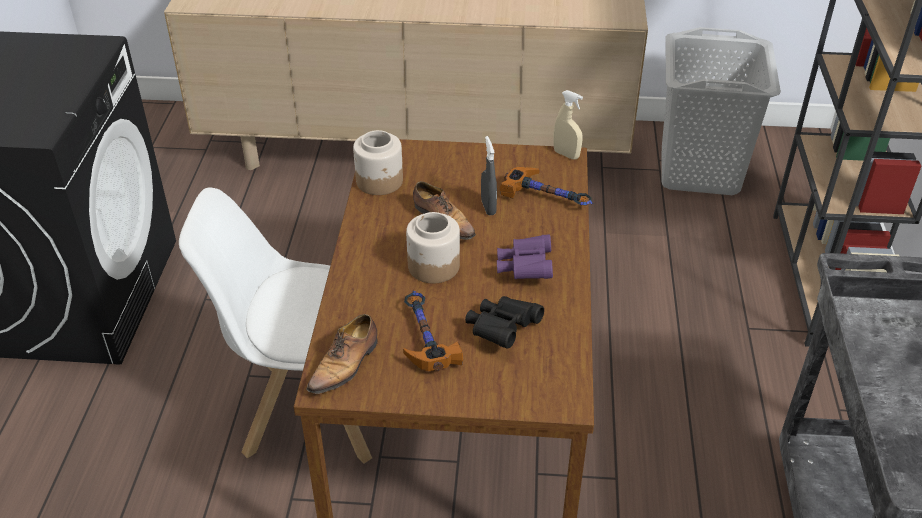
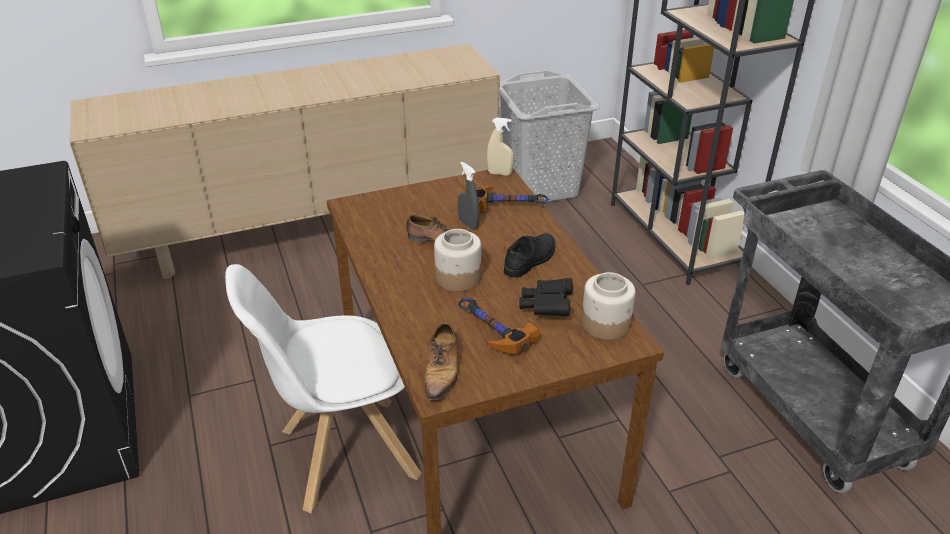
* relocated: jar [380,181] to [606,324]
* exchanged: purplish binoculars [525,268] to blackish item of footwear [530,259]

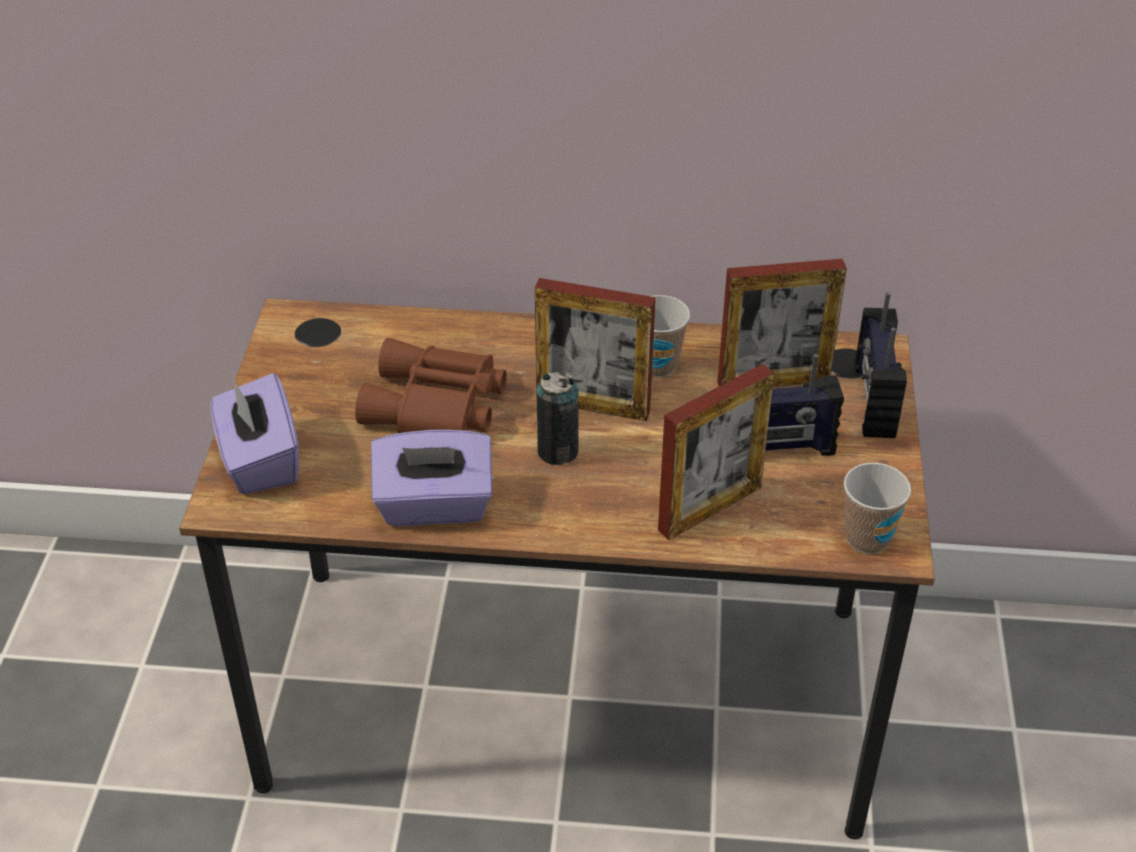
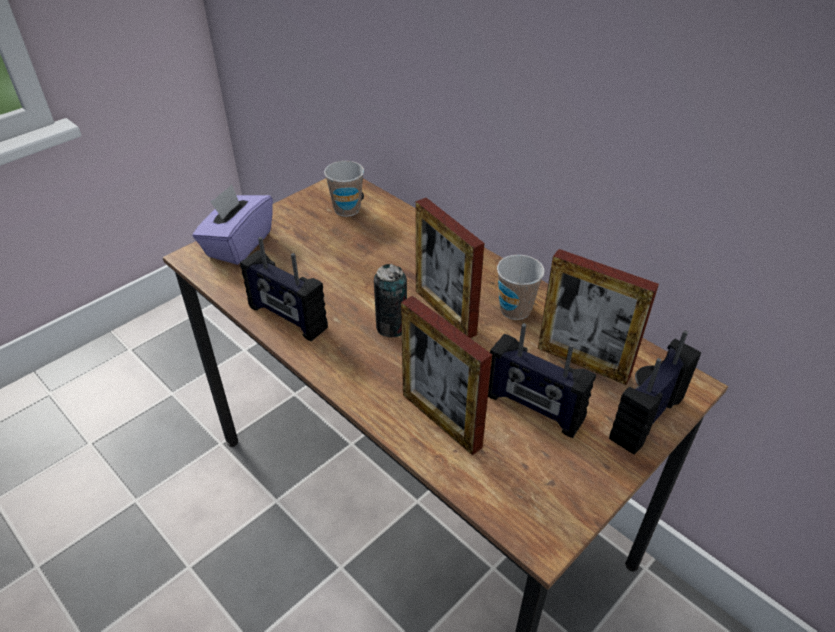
* missing: brown binoculars [436,407]
* spun: standing frame [710,508] = [441,420] 45 degrees clockwise
* exchanged: purplish box of tissues [434,506] to radio set [287,318]
* relocated: cup [867,538] to [347,209]

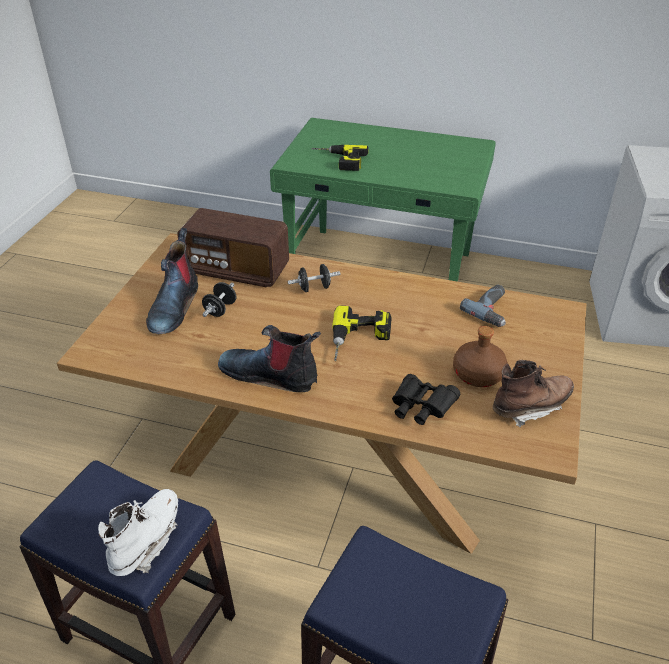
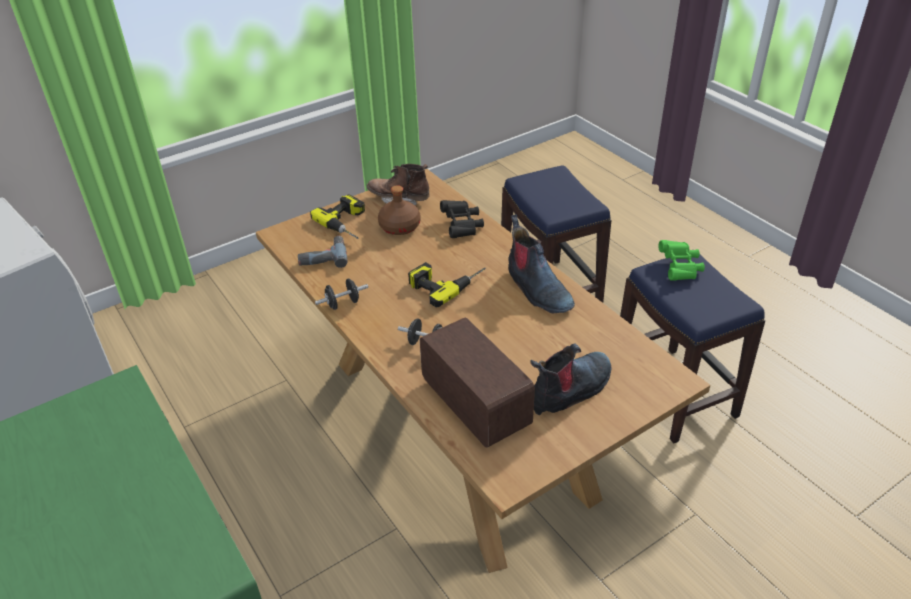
* relocated: drill [338,161] to [349,223]
* relocated: blackish free weight [220,309] to [343,303]
* exchanged: white-coloured boot [146,541] to greenish binoculars [680,268]

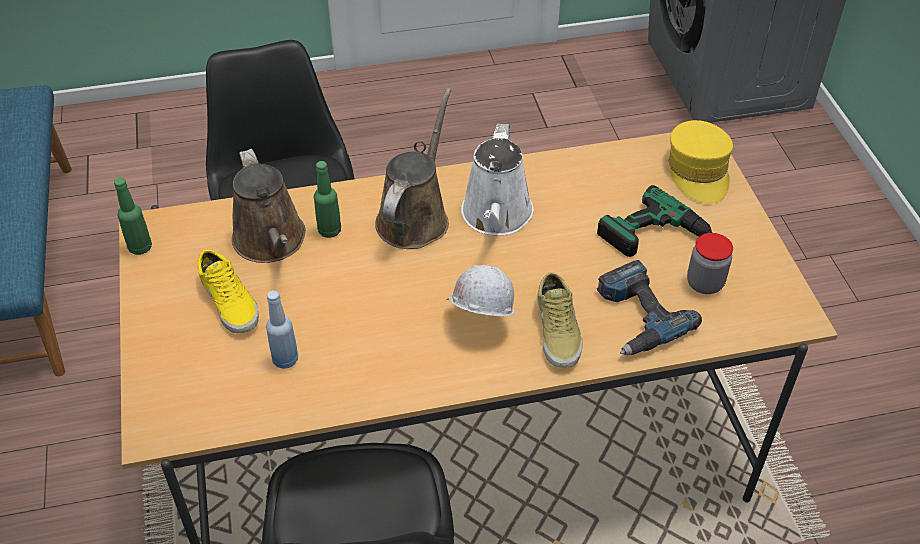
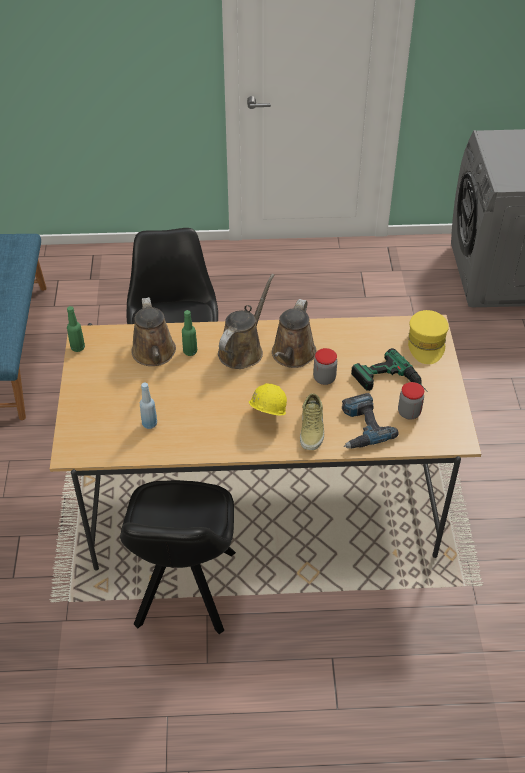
* colour: white-coloured watering pot [496,216] to brown watering pot [292,355]
* missing: yellow item of footwear [231,301]
* colour: white-coloured work helmet [479,323] to yellow work helmet [266,418]
* appeared: jar [324,378]

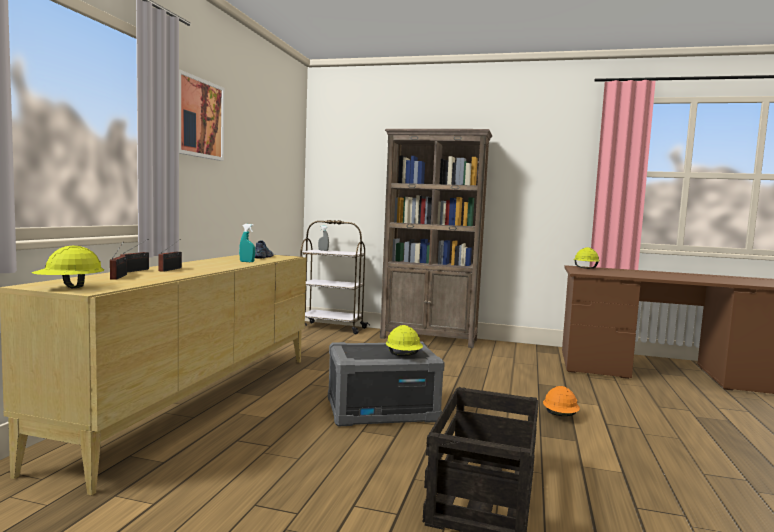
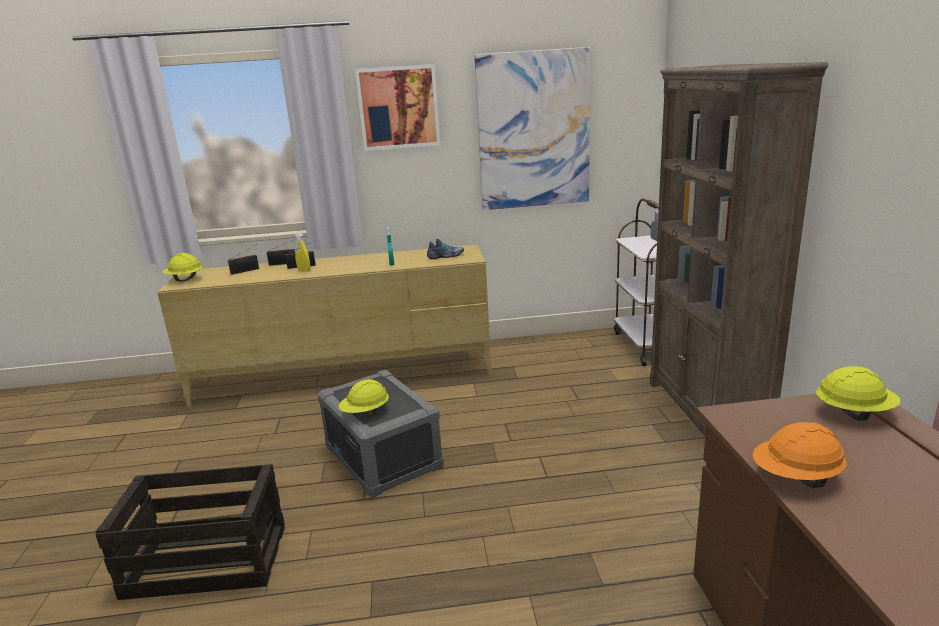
* relocated: orange work helmet [560,416] to [796,478]
* appeared: wall picture [533,130]
* appeared: yellow hand sprayer [304,270]

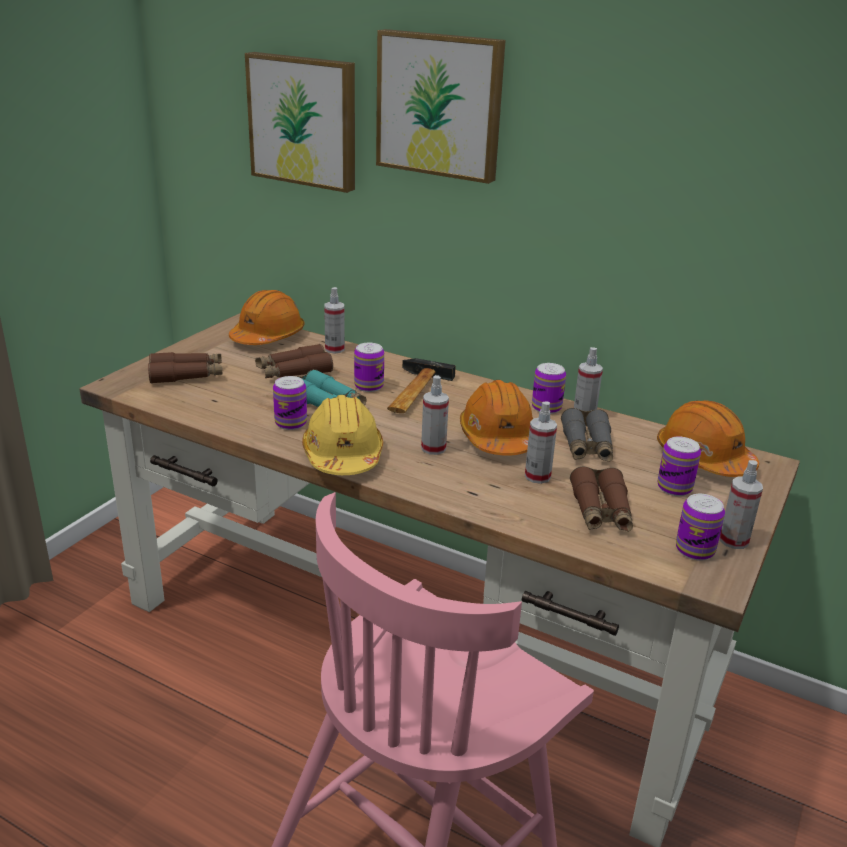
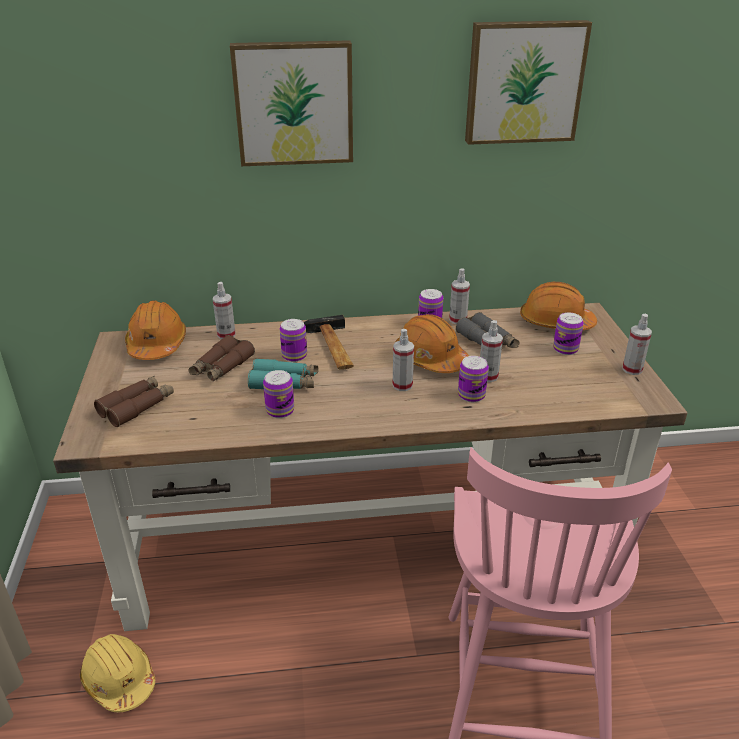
* relocated: wall picture [304,121] to [523,82]
* relocated: yellow work helmet [343,455] to [119,680]
* missing: brown binoculars [601,511]
* relocated: sealed can [694,550] to [471,395]

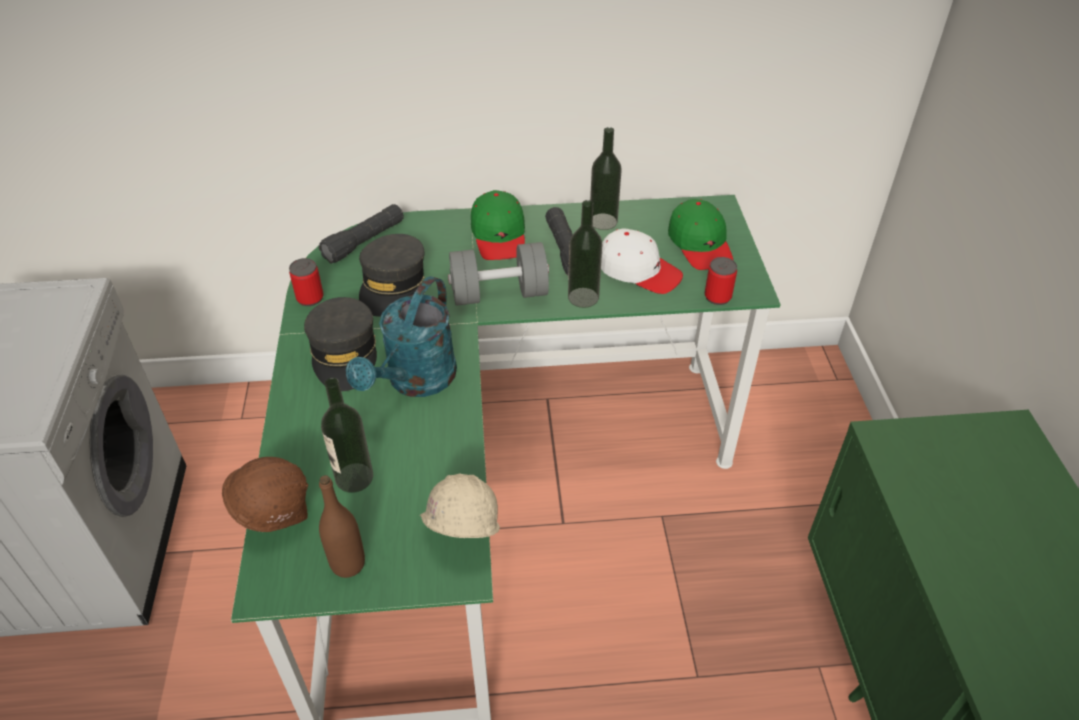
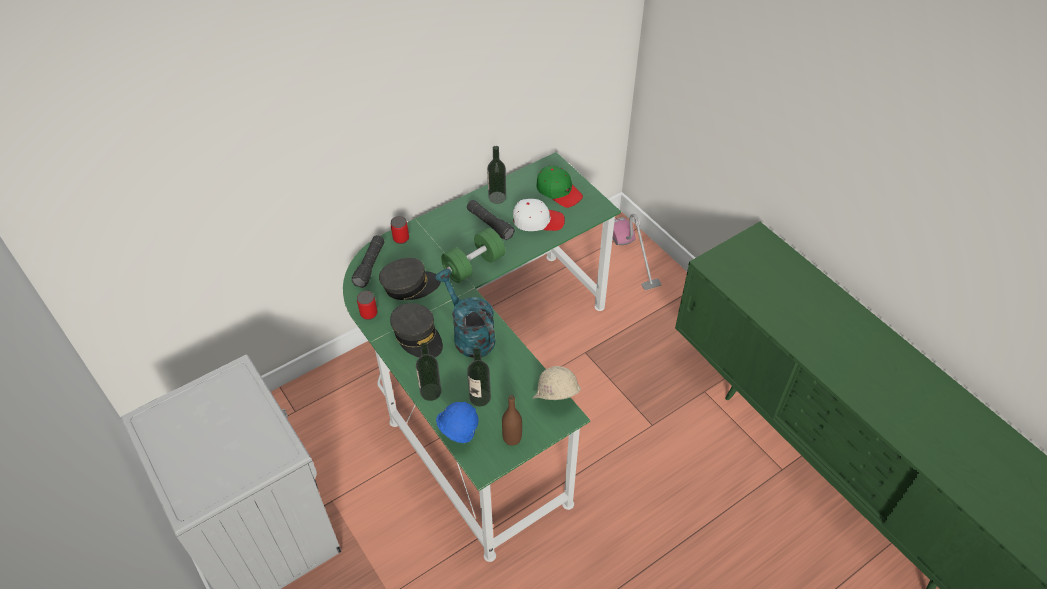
* missing: greenish cap [499,235]
* relocated: drink bottle [583,297] to [430,392]
* spun: greyish cap [392,285] = [410,285] 90 degrees counterclockwise
* colour: greyish free weight [499,294] to greenish free weight [474,265]
* relocated: sealed can [717,297] to [401,238]
* spun: turquoise-coloured watering pot [415,382] = [469,335] 150 degrees clockwise
* colour: brown work helmet [276,517] to blue work helmet [458,434]
* appeared: vacuum [633,256]

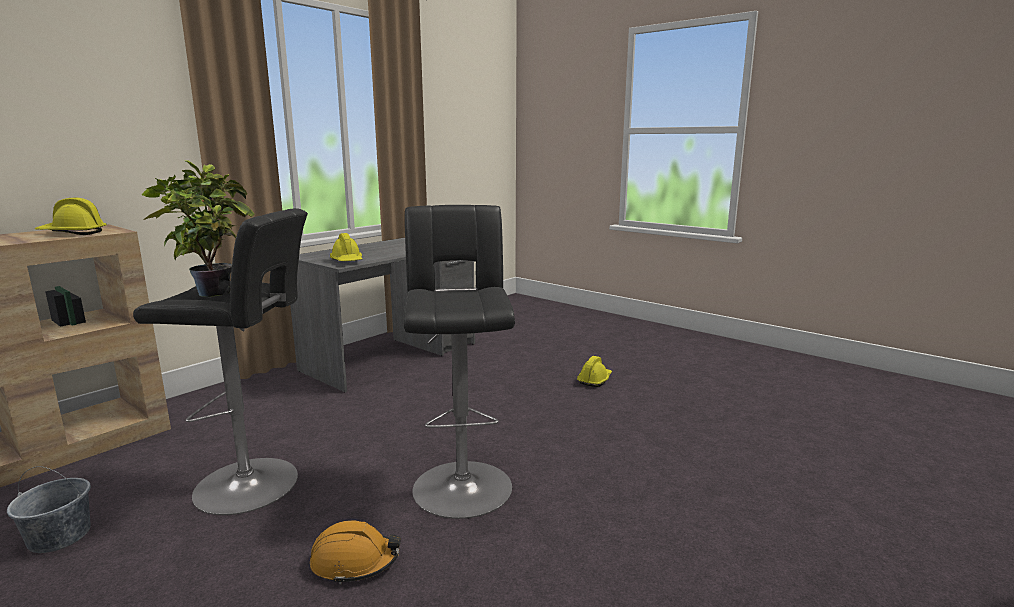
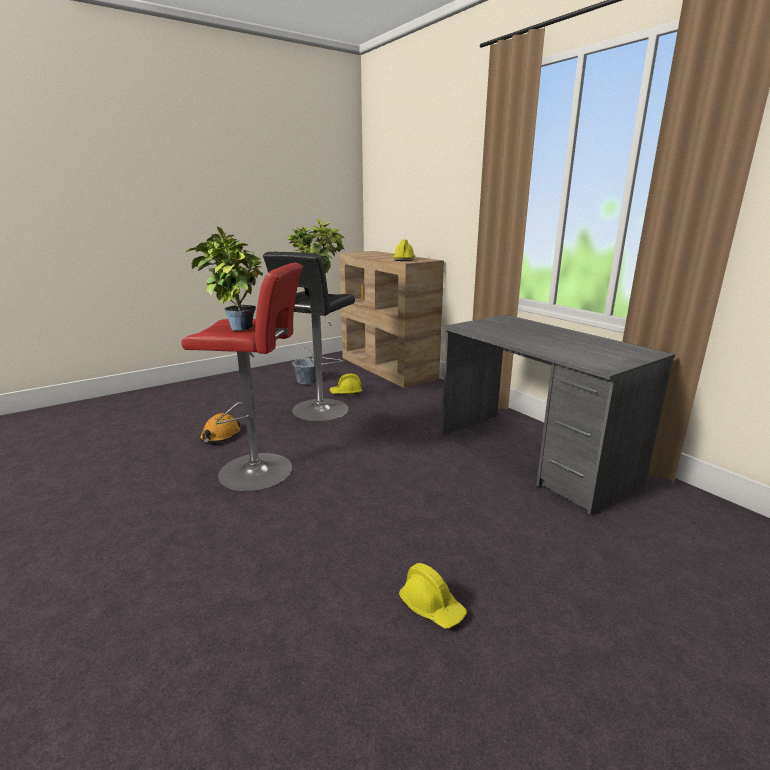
* colour: blackish stool seat [461,483] to red stool seat [261,471]
* relocated: yellow work helmet [347,261] to [346,392]
* appeared: houseplant [235,328]

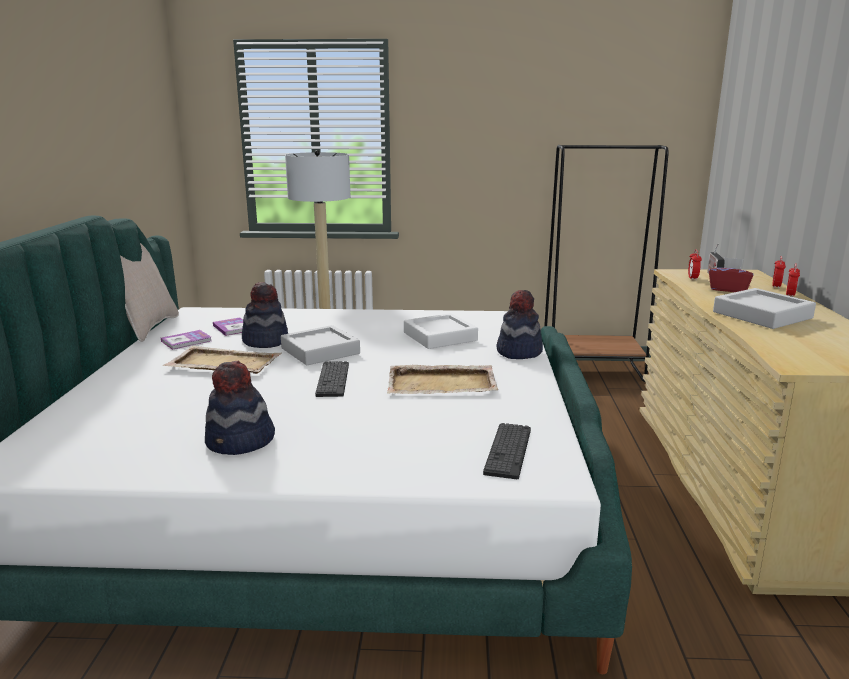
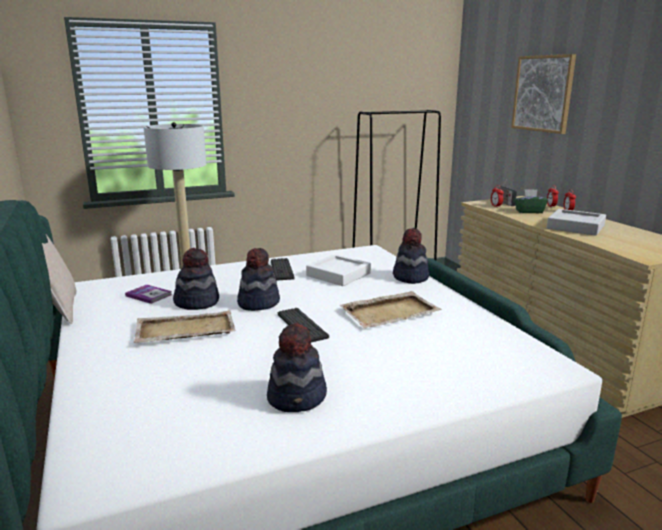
* colour: red box of tissues [728,289] to greenish box of tissues [529,211]
* exchanged: greyish carrying tray [320,351] to hat [258,303]
* missing: book [186,341]
* relocated: PC keyboard [508,451] to [282,270]
* appeared: wall picture [543,93]

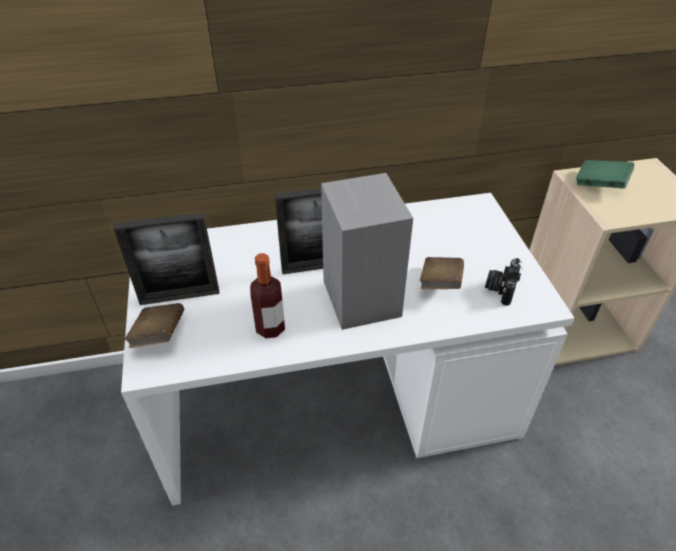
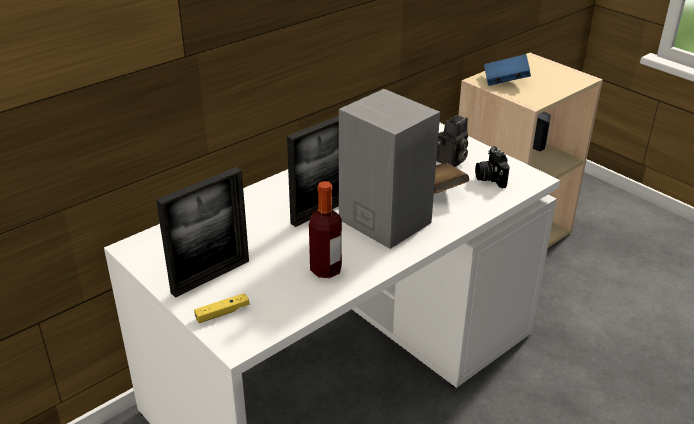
* colour: greenish book [600,184] to blue book [505,80]
* exchanged: brown book [159,335] to yellow gamepad [222,313]
* appeared: photo camera [451,161]

